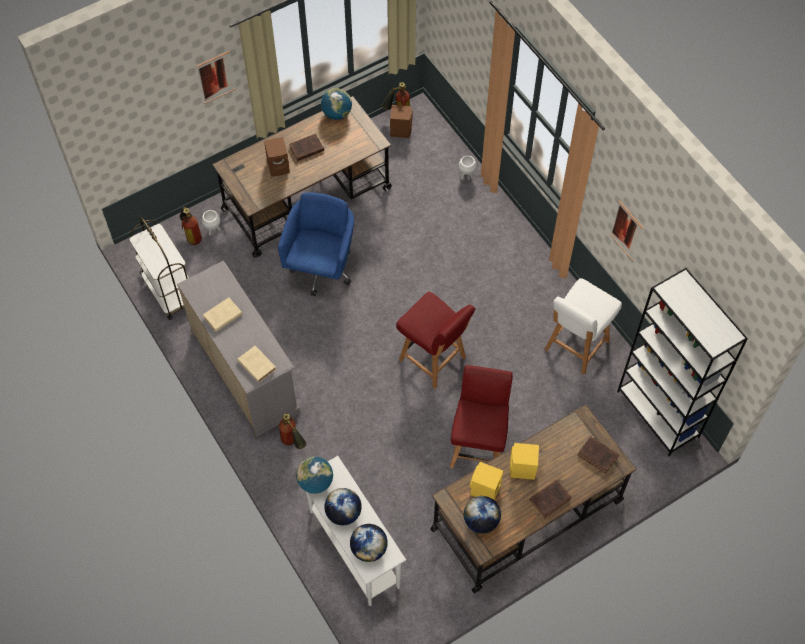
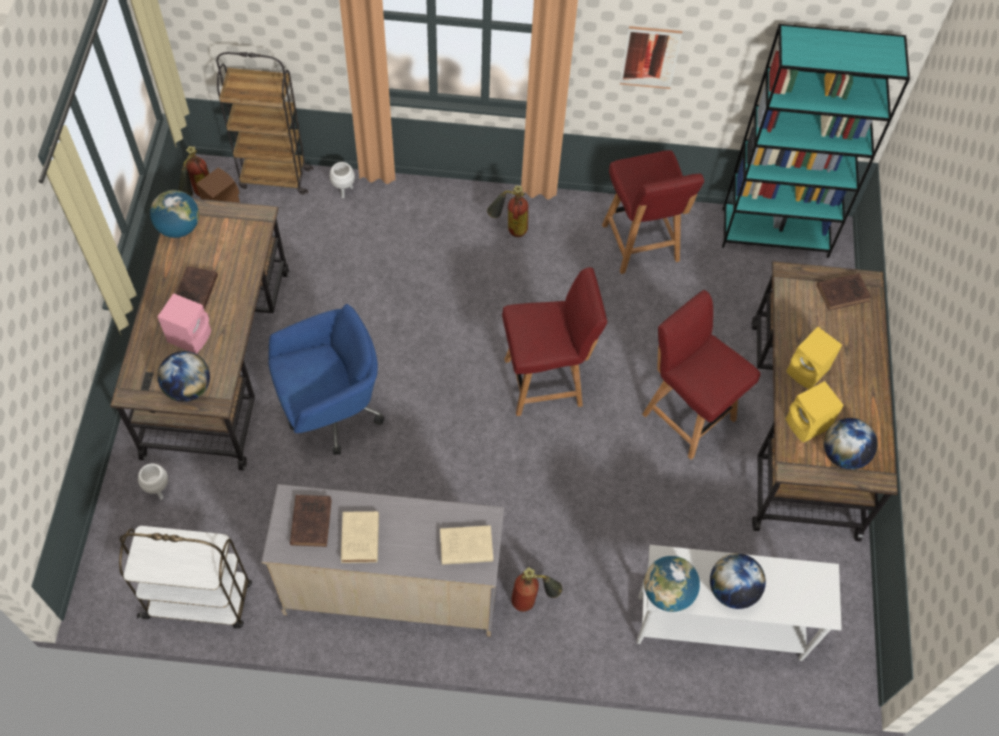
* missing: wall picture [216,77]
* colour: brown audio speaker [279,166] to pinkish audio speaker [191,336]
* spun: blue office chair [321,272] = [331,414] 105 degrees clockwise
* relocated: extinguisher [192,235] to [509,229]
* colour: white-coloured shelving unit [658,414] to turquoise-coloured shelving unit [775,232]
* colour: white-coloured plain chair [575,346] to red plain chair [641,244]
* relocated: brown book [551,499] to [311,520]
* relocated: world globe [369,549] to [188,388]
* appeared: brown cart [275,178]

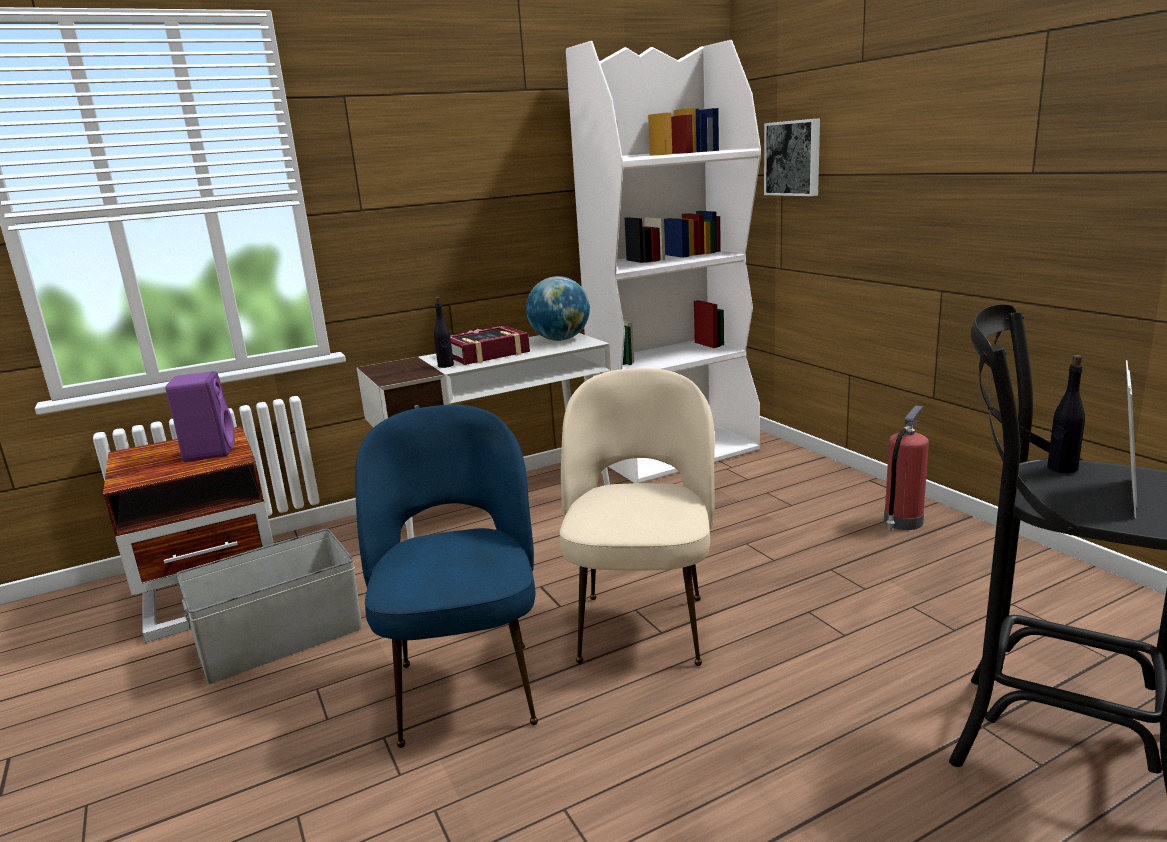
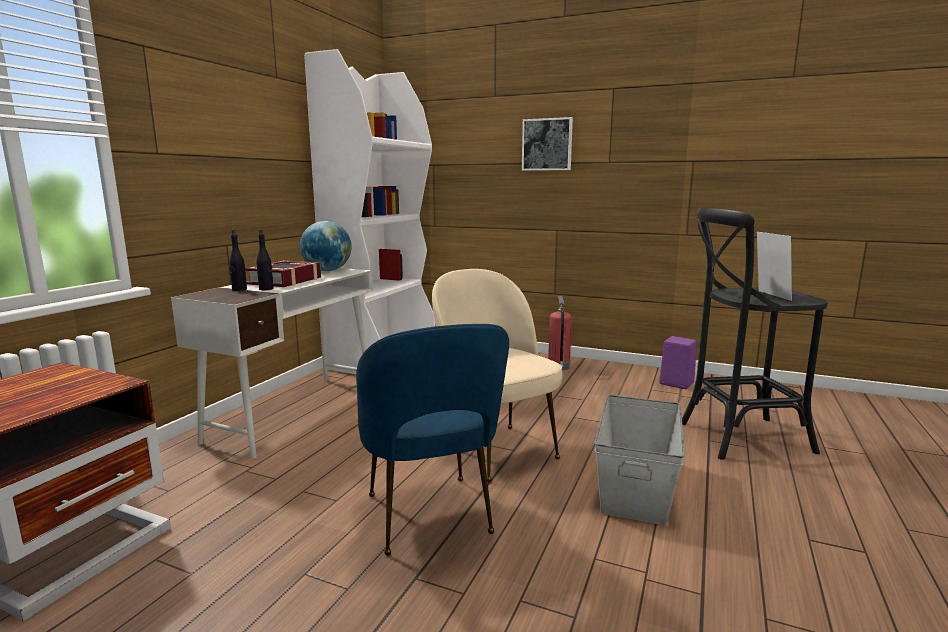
* relocated: wall picture [793,158] to [547,144]
* relocated: blackish drink bottle [1062,468] to [239,289]
* relocated: purplish audio speaker [209,451] to [675,383]
* spun: blue plain chair [467,683] = [430,521] 150 degrees counterclockwise
* relocated: greyish storage container [282,639] to [636,484]

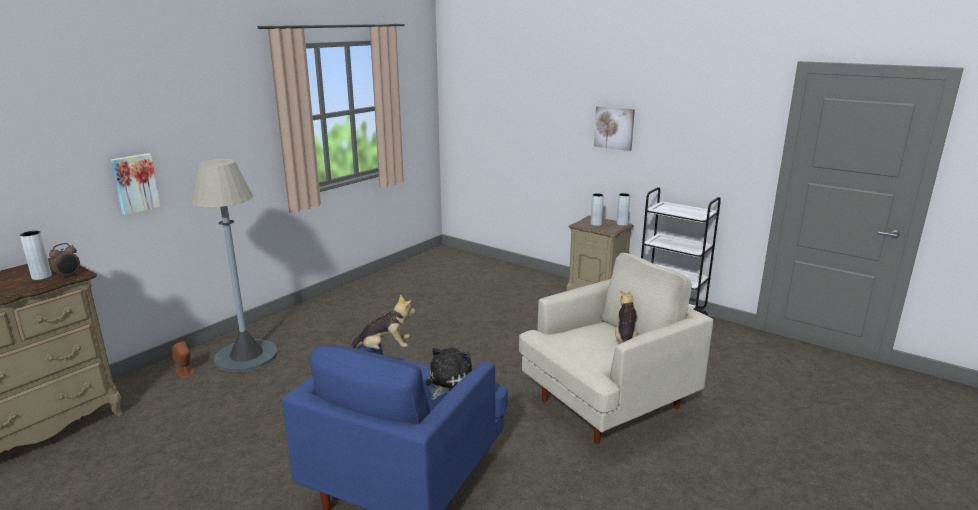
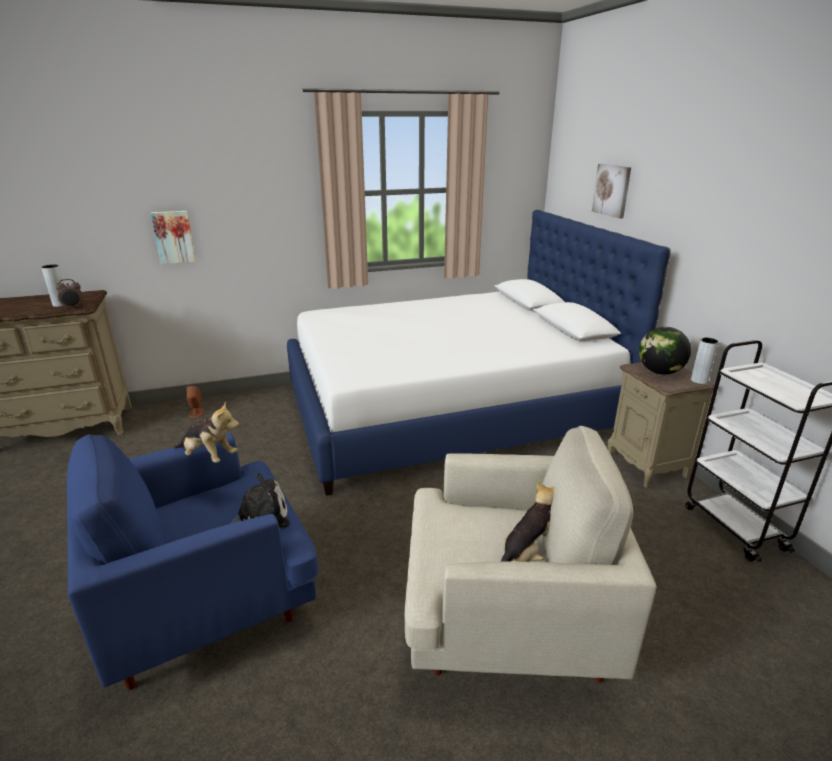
* relocated: wall picture [614,128] to [612,190]
* missing: greyish floor lamp [246,356]
* exchanged: greyish decorative vase [596,224] to world globe [660,372]
* appeared: white-coloured bed [450,409]

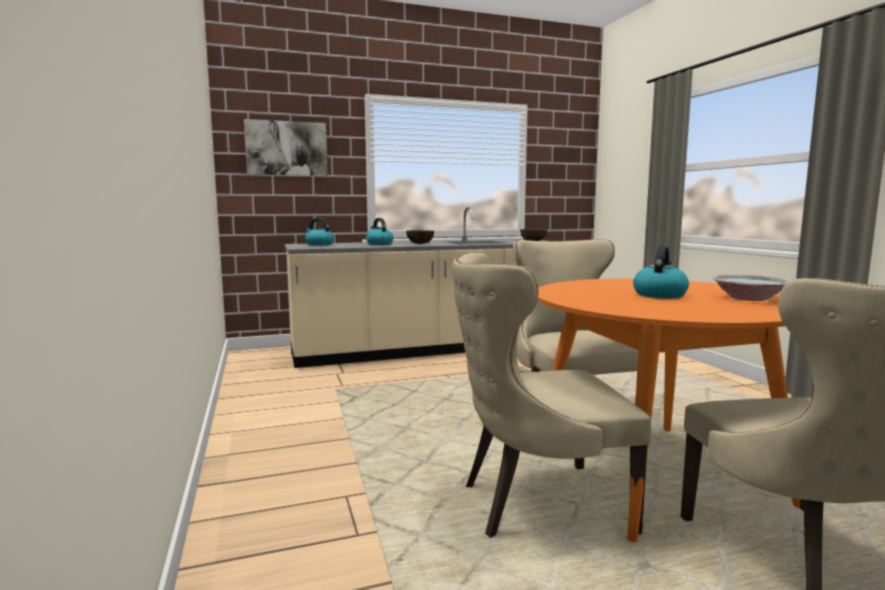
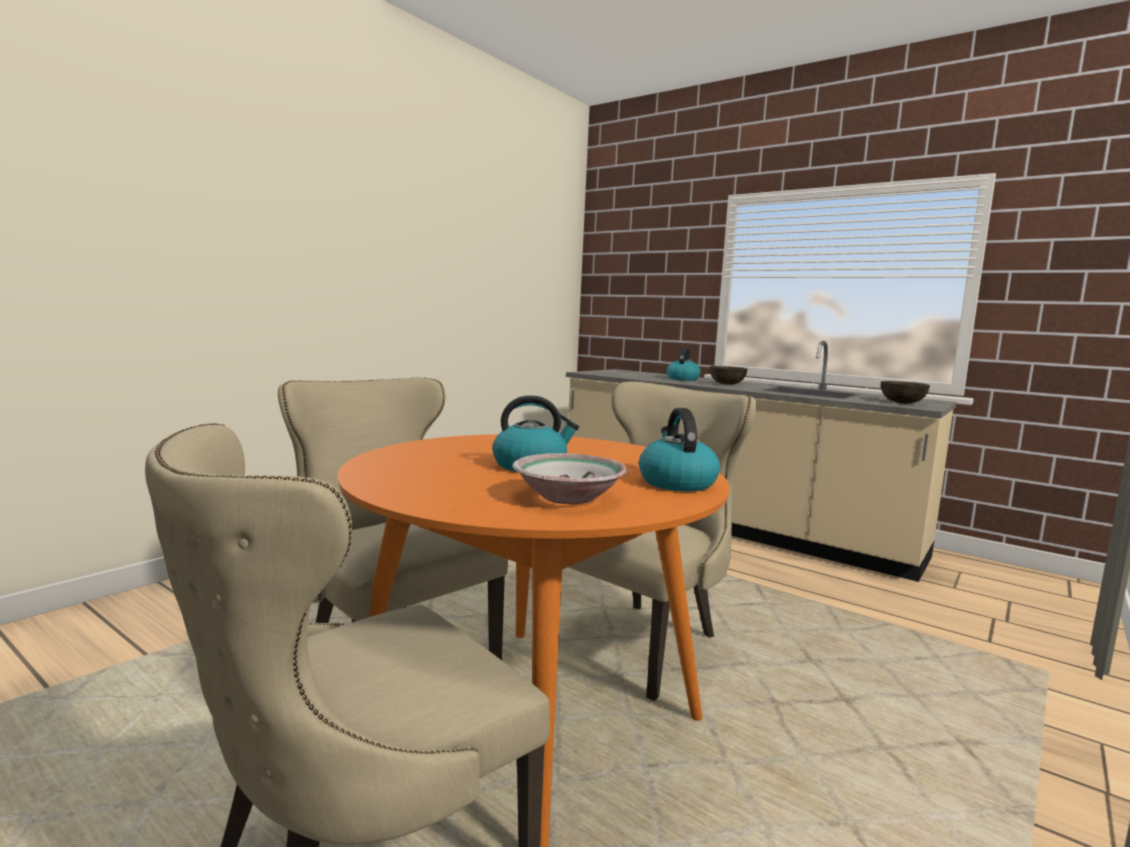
* missing: wall picture [286,148]
* relocated: water kettle [319,244] to [676,482]

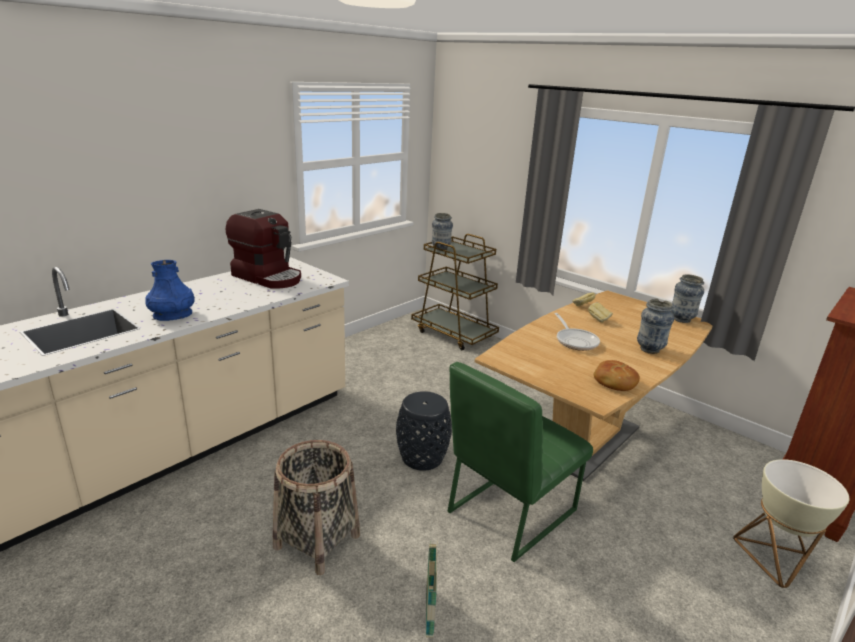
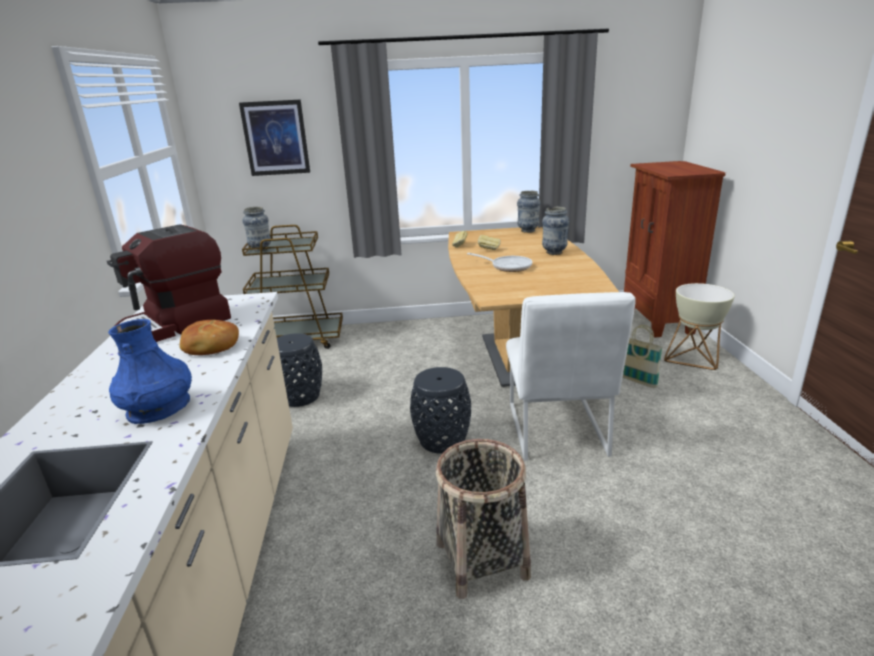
* spun: coffee brewer [268,277] = [176,325] 150 degrees clockwise
* relocated: baked bread [614,382] to [210,346]
* colour: greenish plain chair [509,512] to white-coloured plain chair [556,430]
* relocated: basket [429,613] to [637,381]
* appeared: wall picture [275,138]
* appeared: blackish stool seat [300,396]

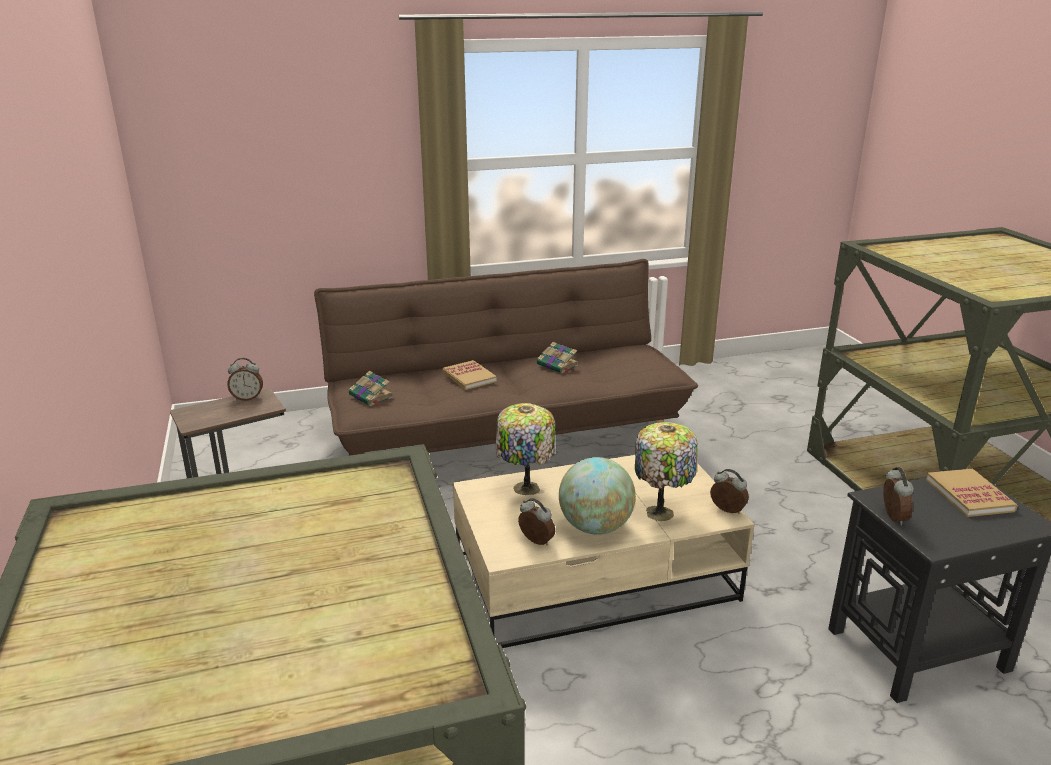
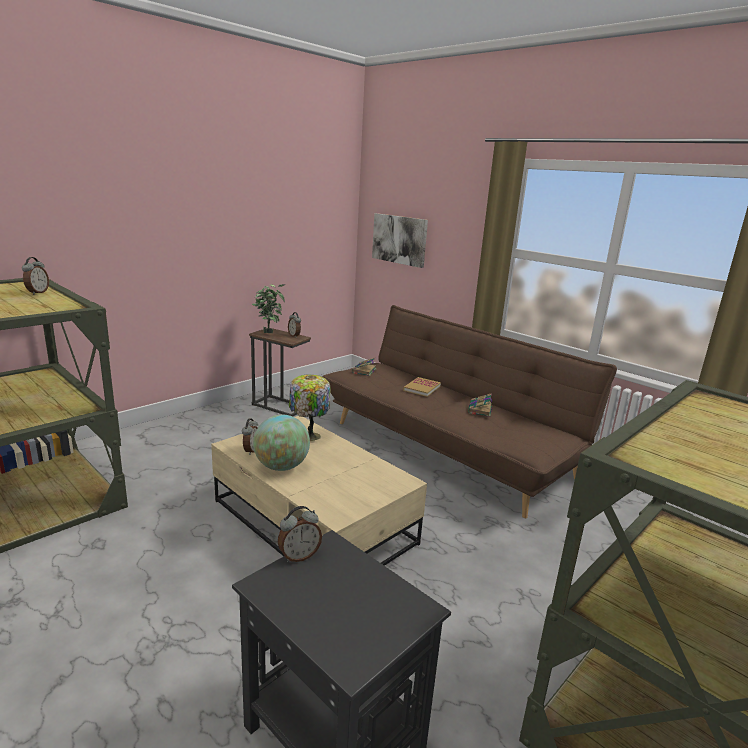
* missing: lamp for a table [661,512]
* relocated: table clock [726,511] to [37,293]
* missing: book [969,495]
* appeared: wall picture [399,239]
* appeared: houseplant [269,332]

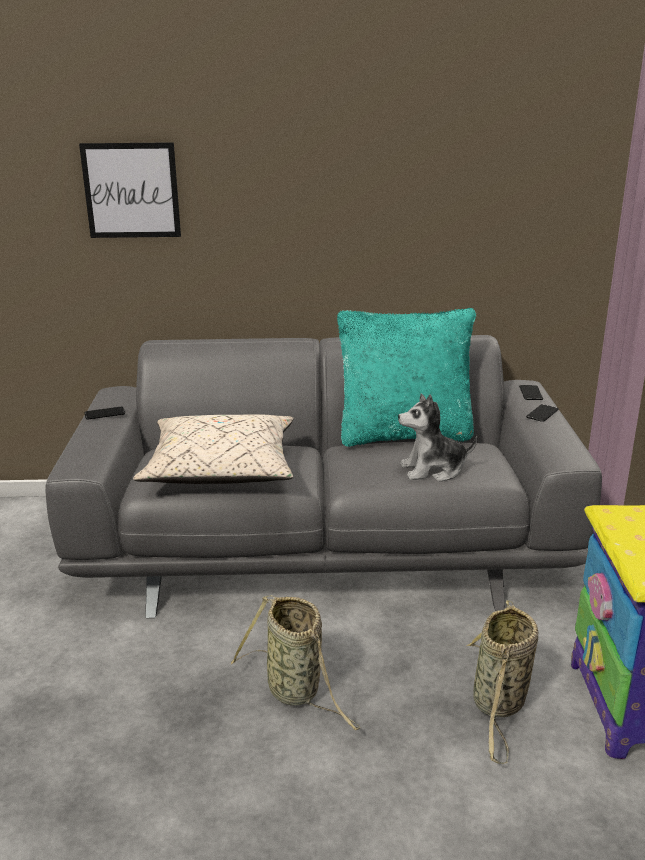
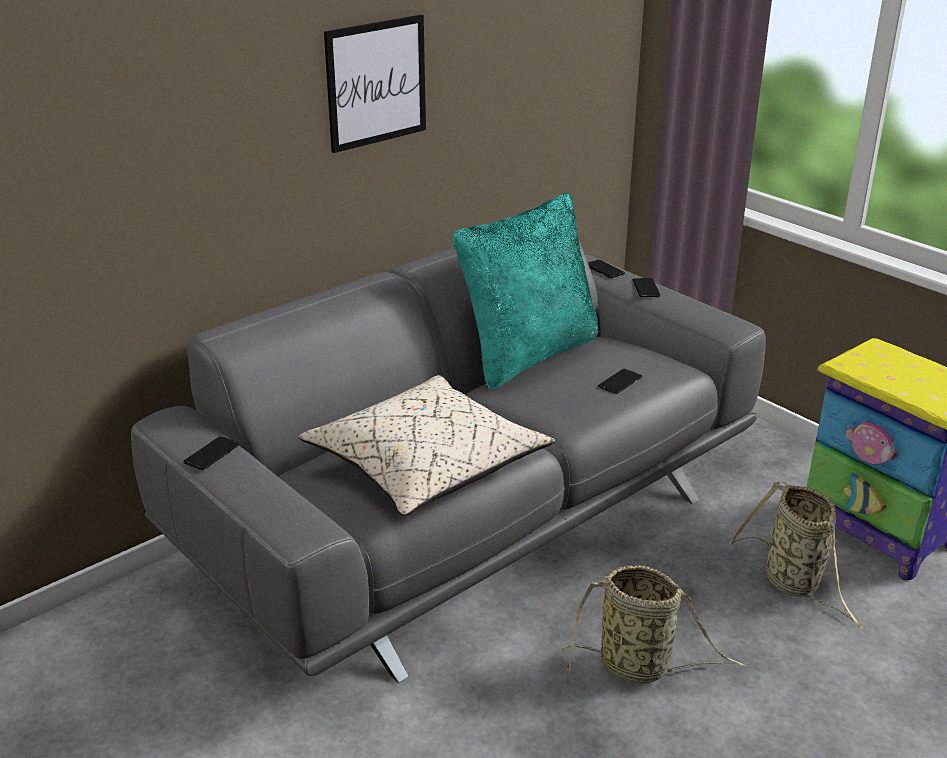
* relocated: wall picture [131,190] to [376,83]
* exchanged: plush toy [433,470] to phone [620,382]

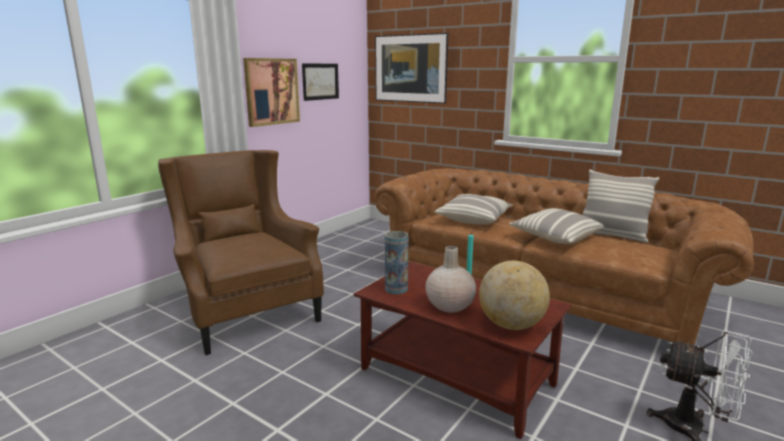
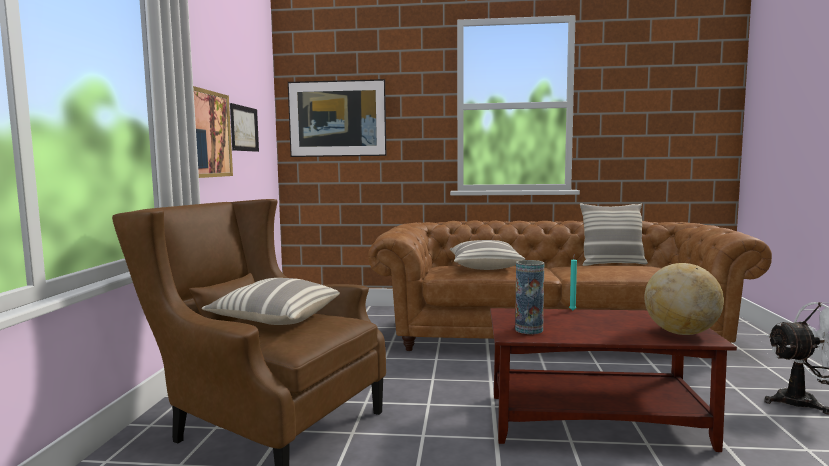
* relocated: cushion [554,237] to [275,319]
* missing: sand-coloured decorative vase [449,305]

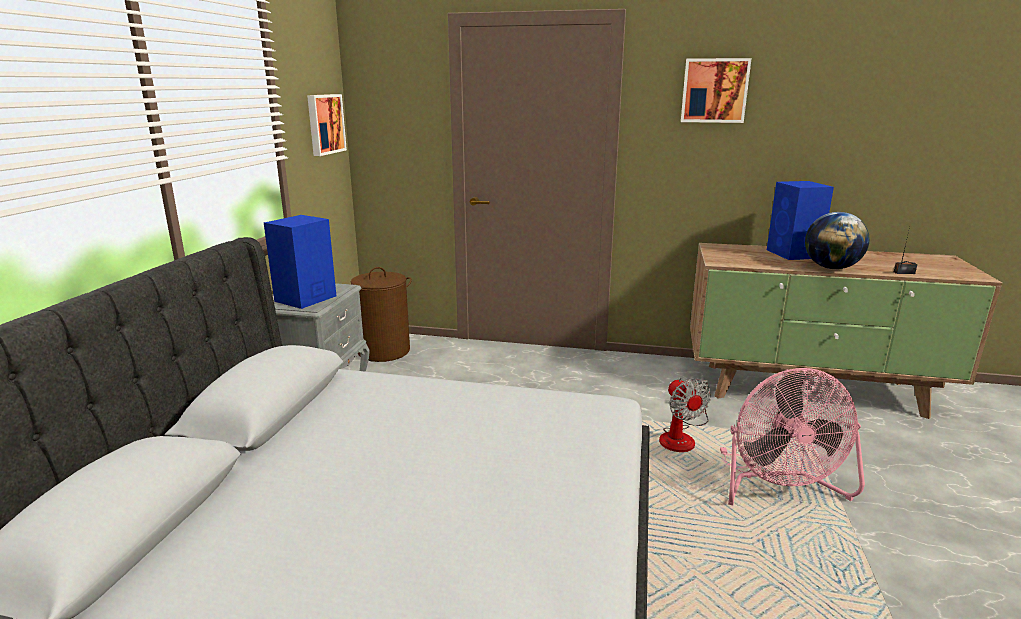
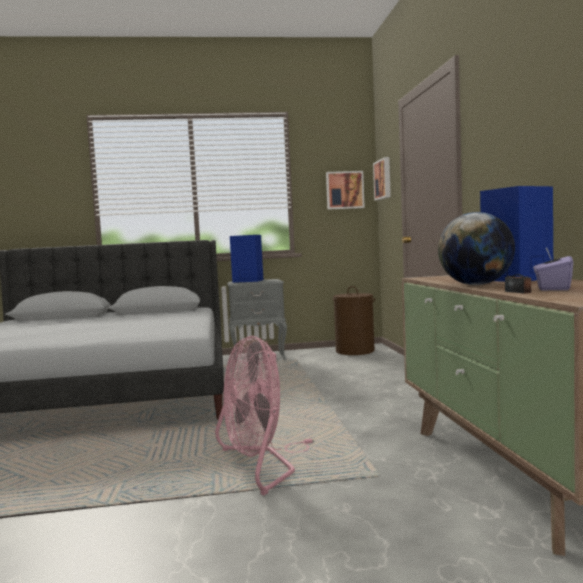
* relocated: wall picture [714,90] to [383,179]
* missing: electric fan [681,437]
* appeared: purplish box of tissues [552,288]

